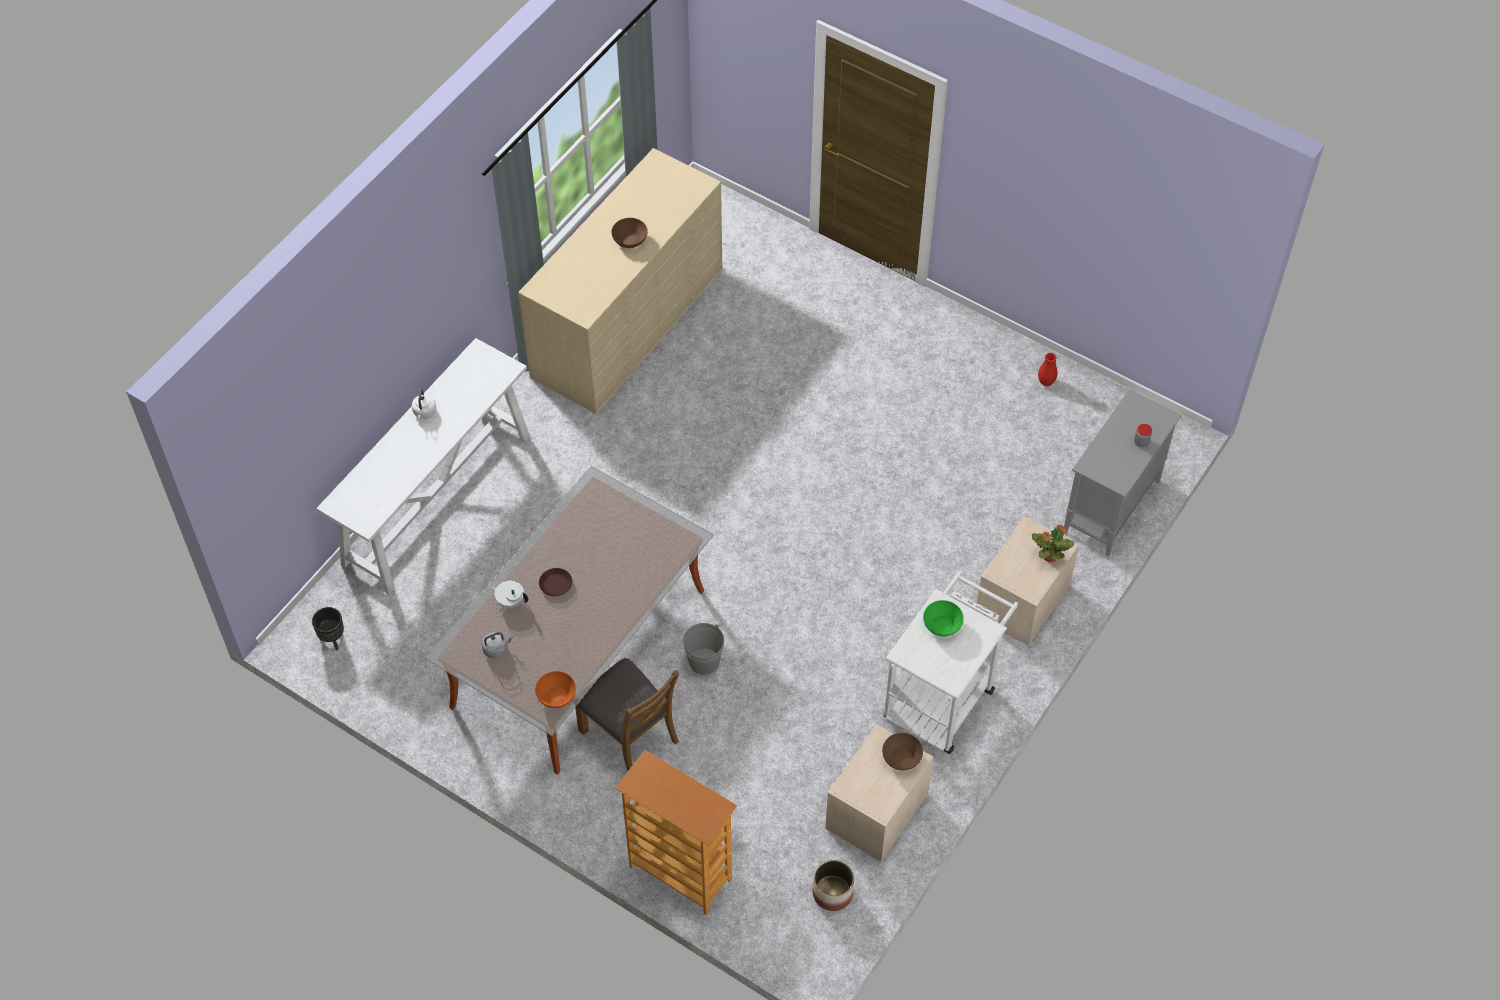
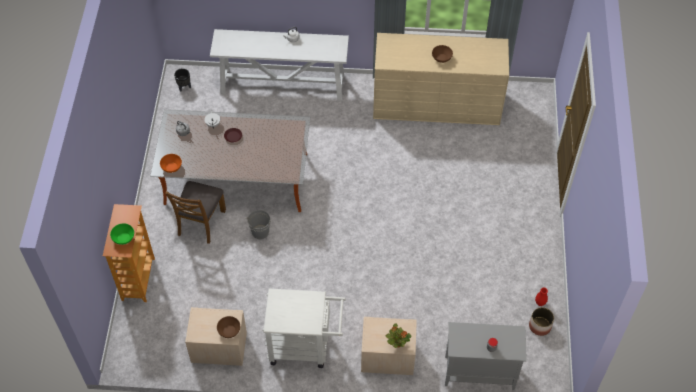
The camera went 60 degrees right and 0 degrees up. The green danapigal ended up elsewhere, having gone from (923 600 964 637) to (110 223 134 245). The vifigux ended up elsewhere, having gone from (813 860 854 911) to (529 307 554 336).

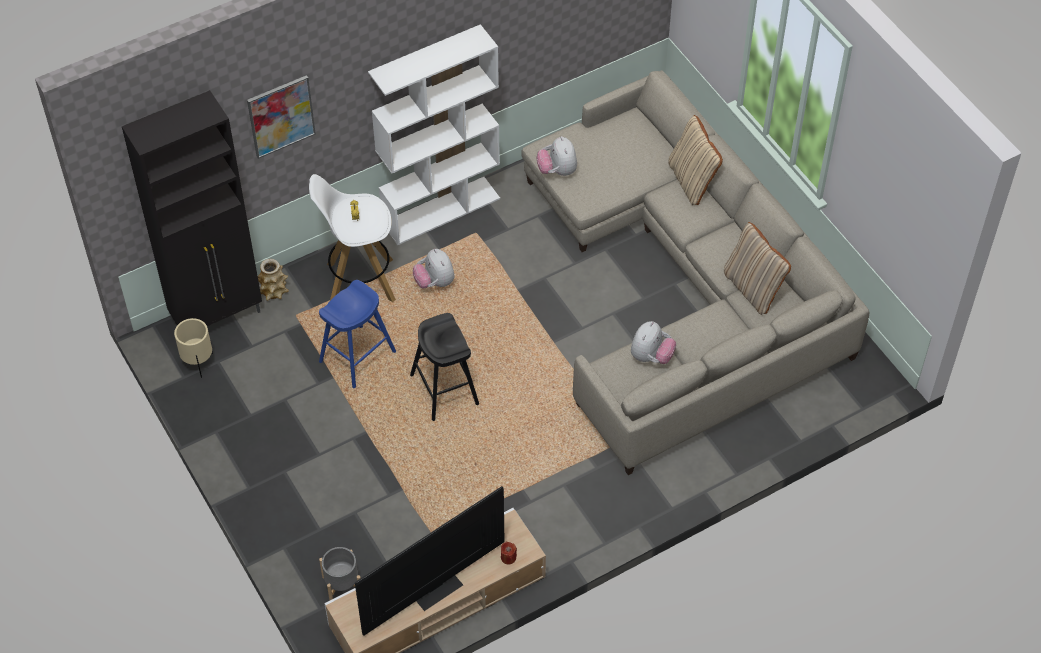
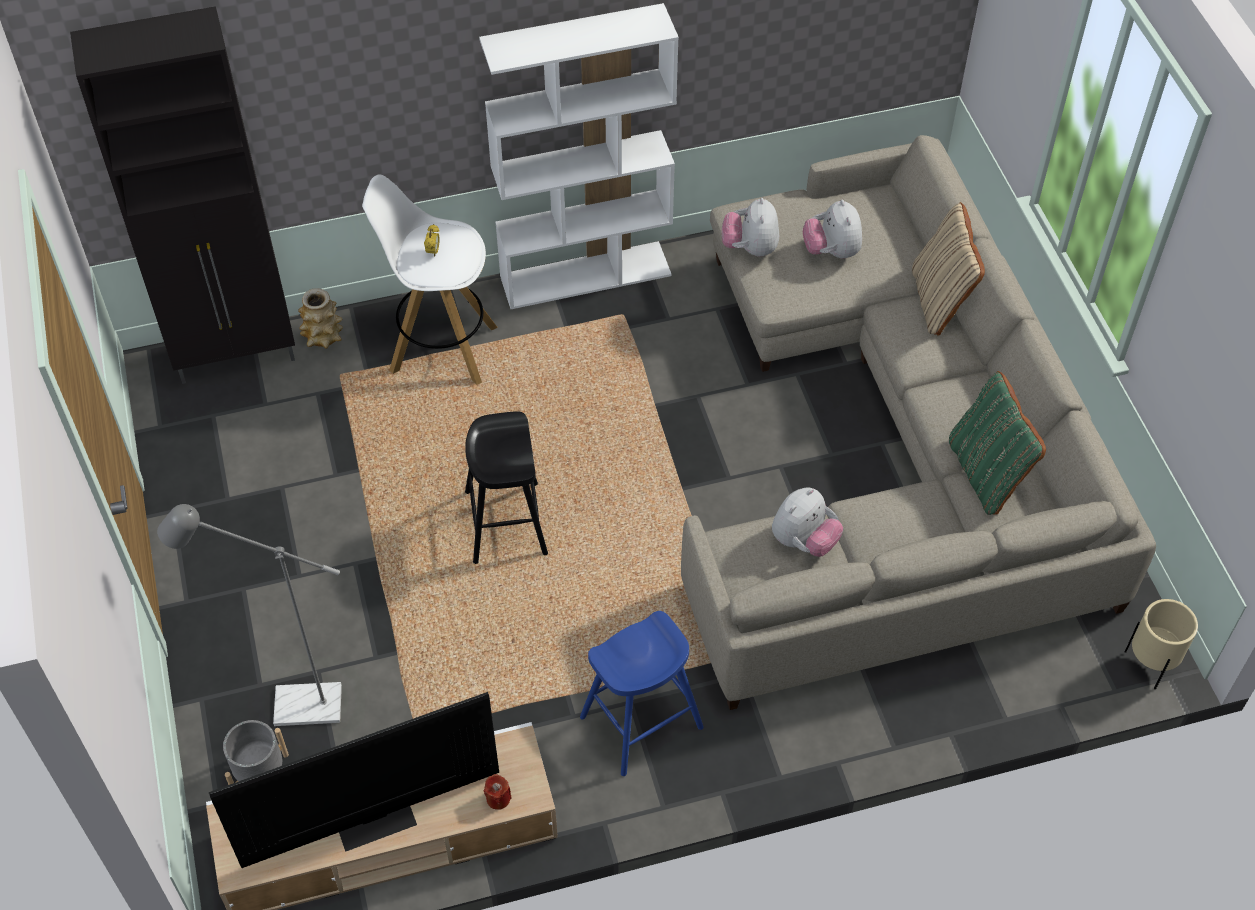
The camera went 15 degrees right and 0 degrees up. The second view gained the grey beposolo at (157 504 342 726). The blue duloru ended up elsewhere, having gone from (319 280 396 388) to (580 611 704 776). The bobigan ended up elsewhere, having gone from (413 249 454 288) to (803 200 862 259). What was the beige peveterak at (724 222 791 315) turned into the green peveterak at (949 371 1046 515). The beige vifigux ended up elsewhere, having gone from (174 318 213 378) to (1125 599 1198 689). The second view lost the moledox at (247 75 316 159).

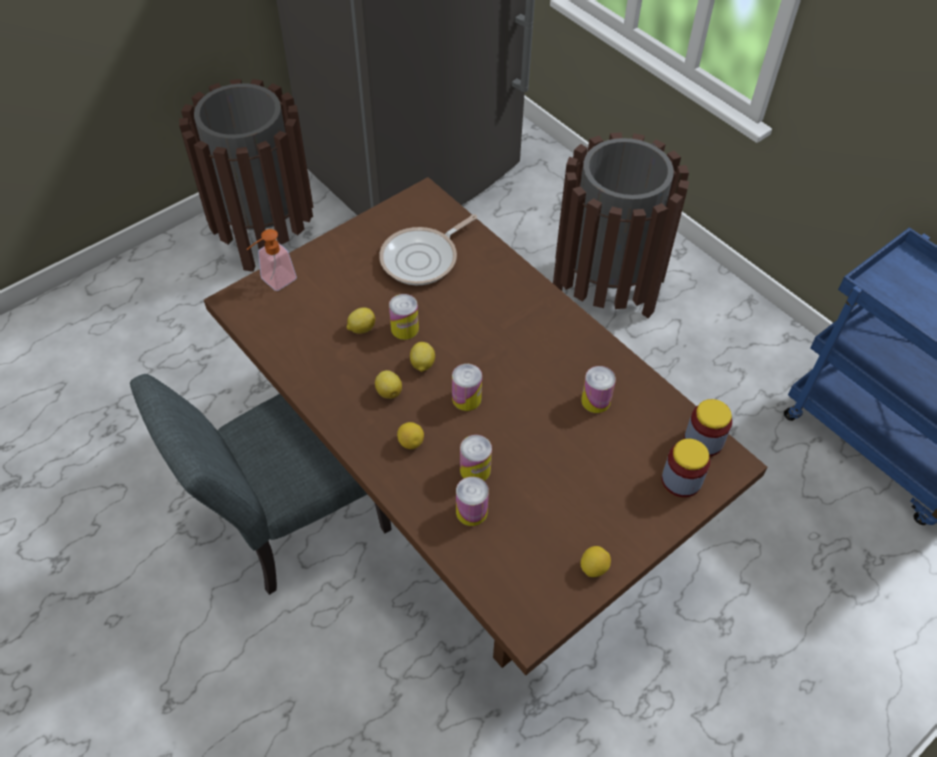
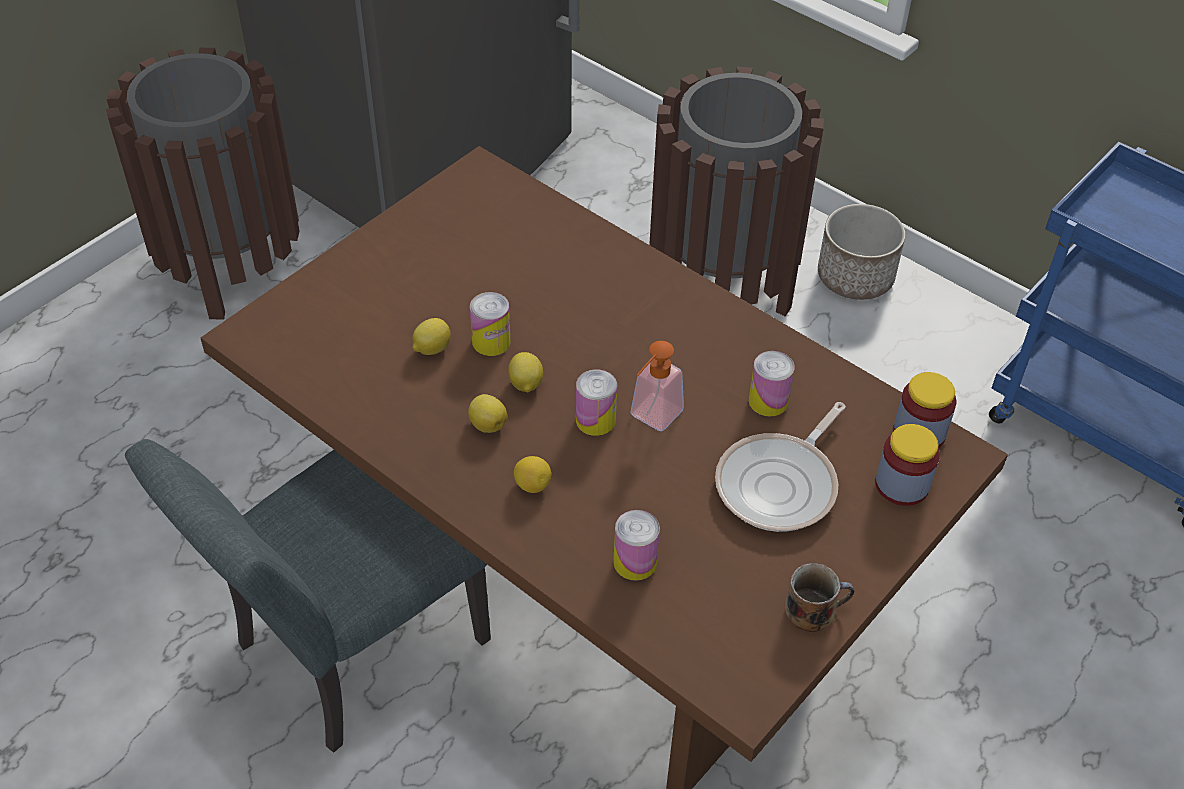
The camera went 10 degrees left and 5 degrees down. The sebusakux ended up elsewhere, having gone from (247 229 297 291) to (630 341 684 431). The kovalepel ended up elsewhere, having gone from (379 214 477 285) to (715 402 846 532). Where the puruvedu stood at (581 546 611 577), the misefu came to stand at (785 563 855 632). The second view gained the vifigux at (818 204 905 300). The second view lost the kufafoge at (460 435 492 481).

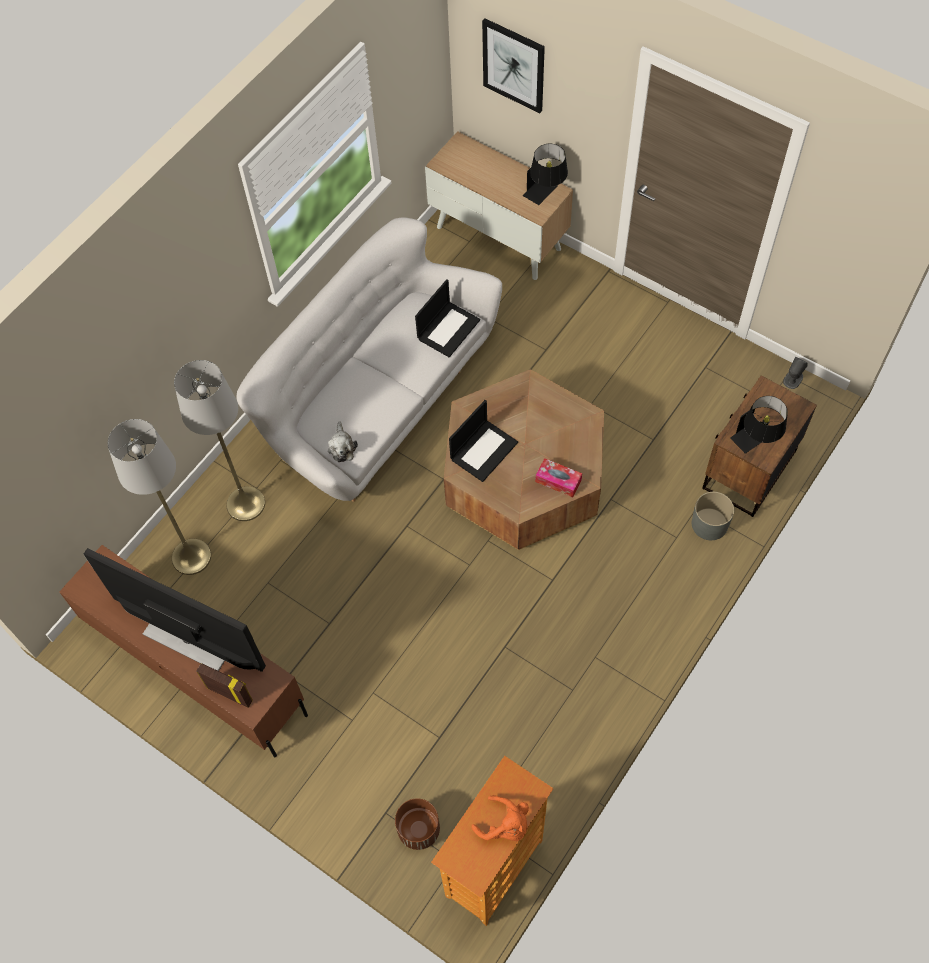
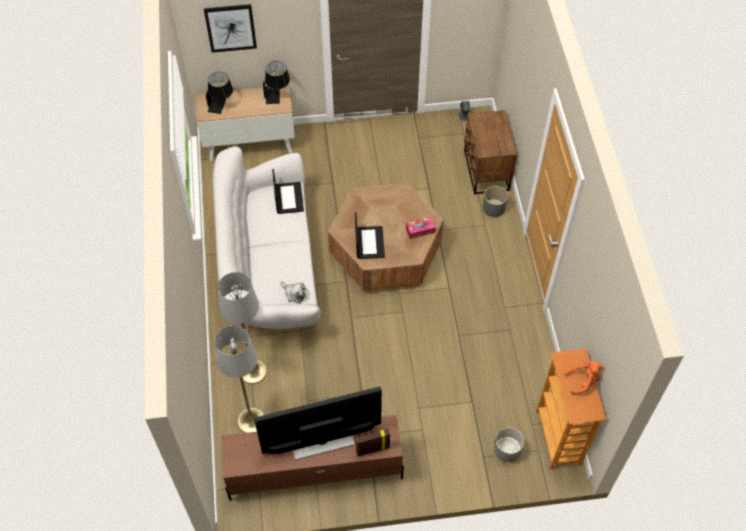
The camera went 45 degrees left and 5 degrees down. The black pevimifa ended up elsewhere, having gone from (730 396 788 454) to (206 72 233 114). What was the brown vifigux at (395 798 440 850) turned into the grey vifigux at (494 428 524 462).

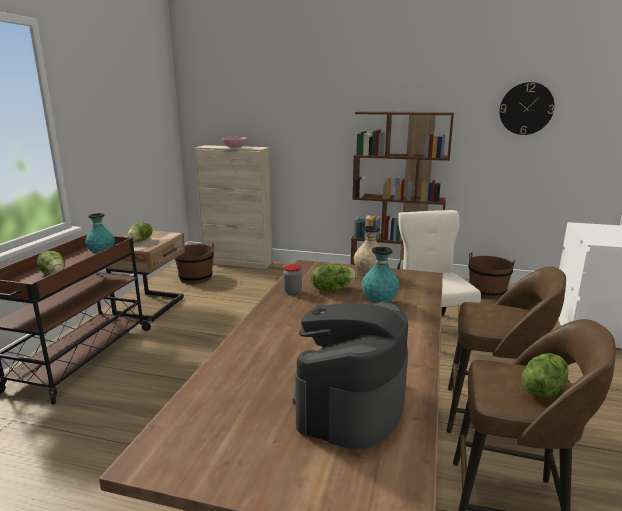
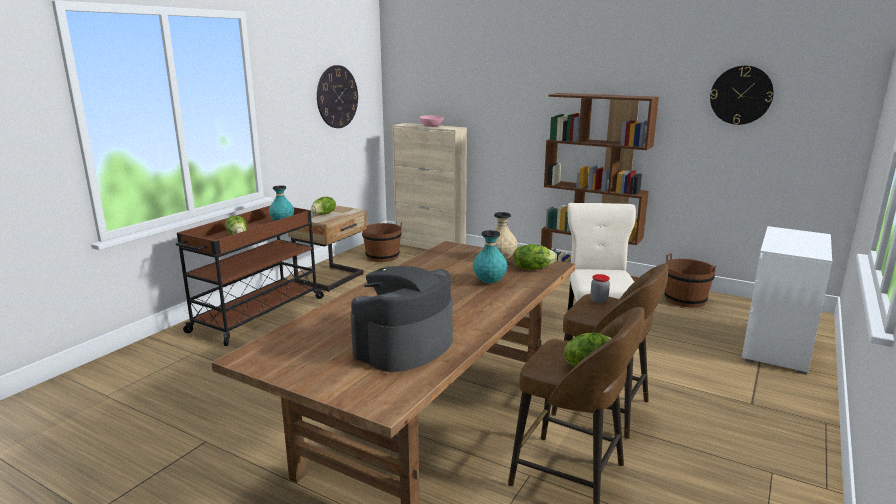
The camera went 15 degrees right and 0 degrees up. The second view gained the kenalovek at (317 65 358 128). The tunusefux ended up elsewhere, having gone from (311 263 357 291) to (514 244 557 270). The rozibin ended up elsewhere, having gone from (283 264 302 294) to (590 274 610 303).

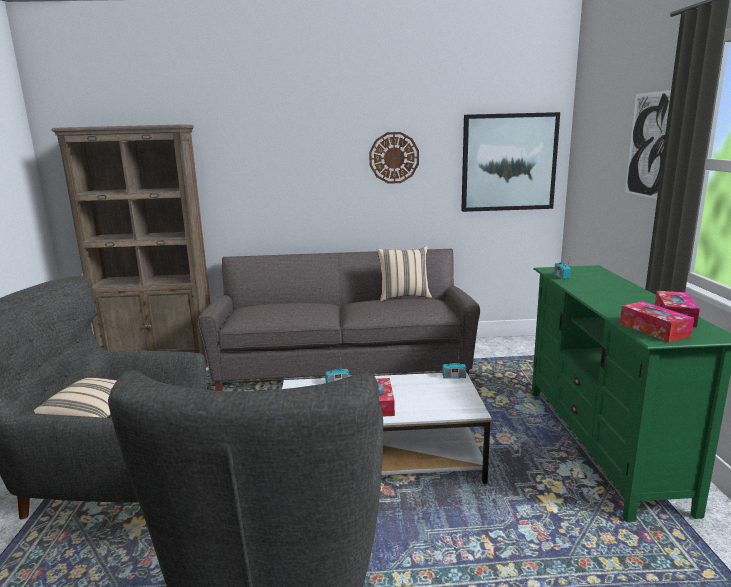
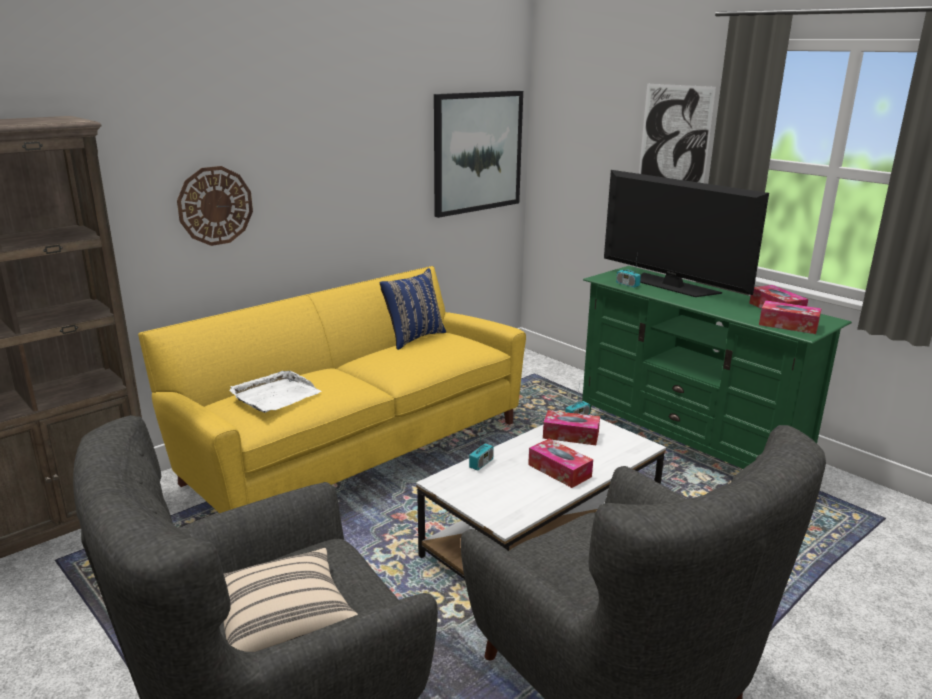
The camera went 40 degrees left and 5 degrees up. What was the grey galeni at (198 249 480 391) turned into the yellow galeni at (138 266 526 513). The kenalovek ended up elsewhere, having gone from (369 132 419 184) to (177 166 253 246). The second view gained the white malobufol at (229 371 321 413). What was the beige peveterak at (377 246 432 301) turned into the blue peveterak at (379 268 446 350). The second view gained the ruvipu at (543 410 600 445). The second view gained the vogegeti at (604 170 769 297).

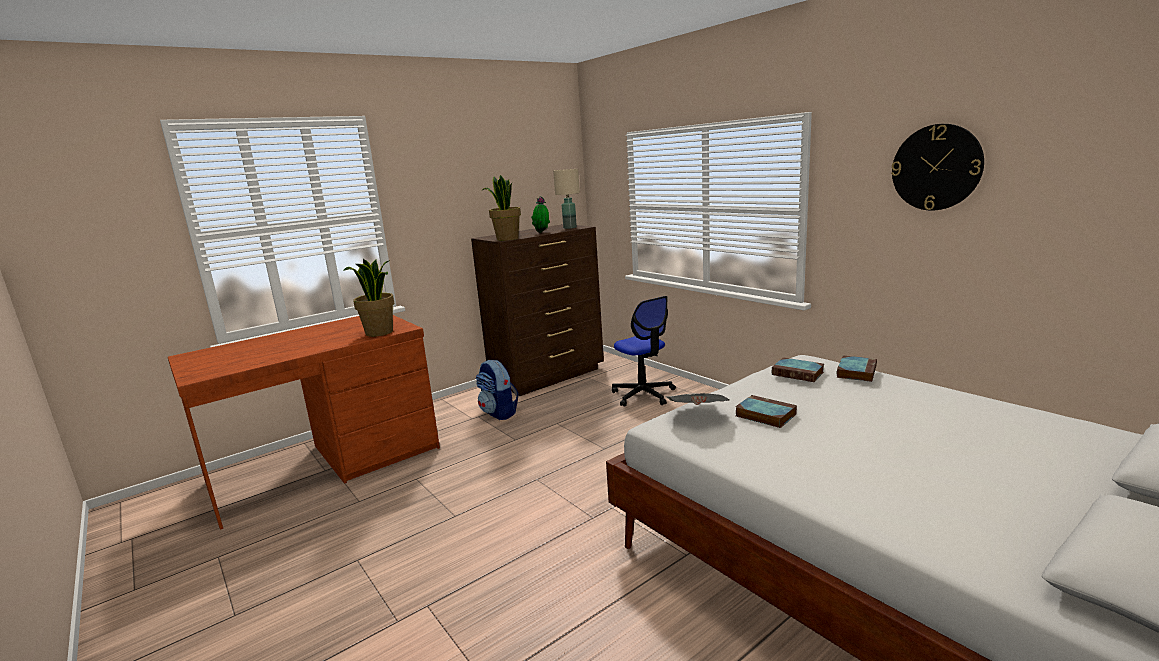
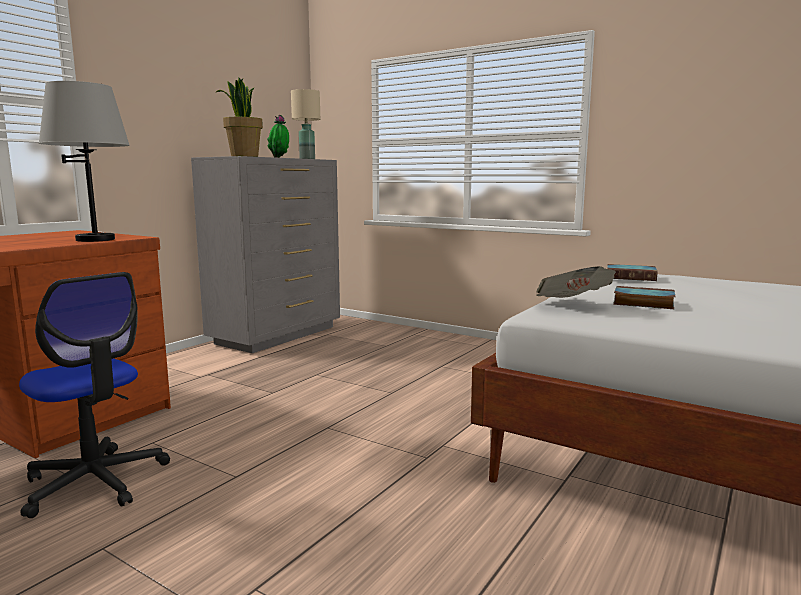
The camera went 20 degrees left and 5 degrees down. The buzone ended up elsewhere, having gone from (612 296 676 407) to (19 272 170 518). Where the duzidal stood at (343 259 394 337), the grey pevimifa came to stand at (39 81 130 242). What was the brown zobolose at (471 224 604 396) turned into the grey zobolose at (191 156 340 353). The second view lost the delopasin at (476 360 518 420). The second view lost the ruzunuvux at (836 355 877 382). The second view lost the kenalovek at (891 124 984 211).

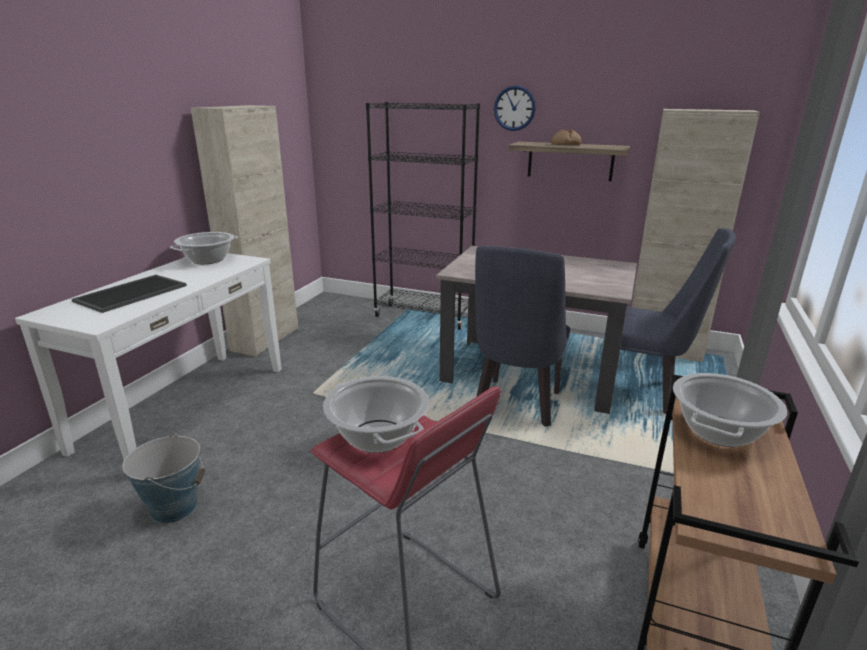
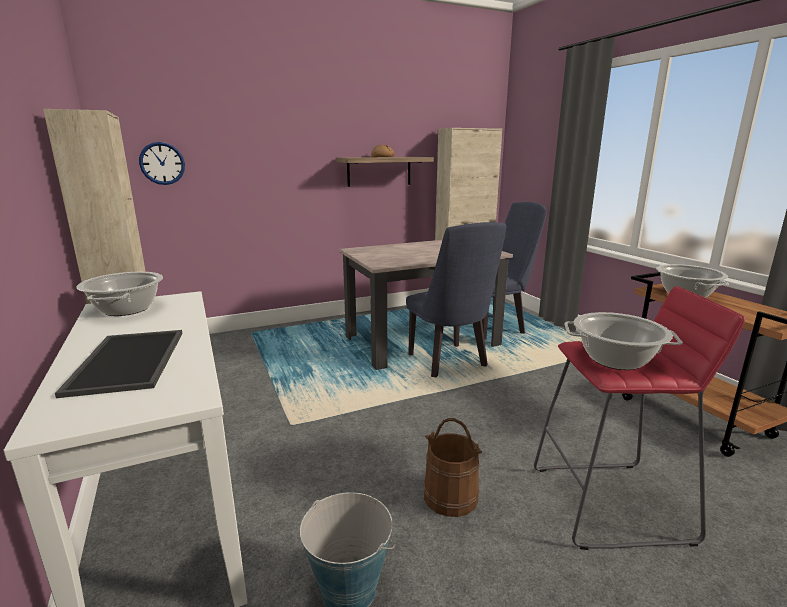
The camera went 45 degrees left and 5 degrees down. The kenalovek ended up elsewhere, having gone from (494 85 536 131) to (139 142 185 185). The second view gained the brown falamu at (424 418 483 517). The second view lost the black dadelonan at (366 102 480 330).

